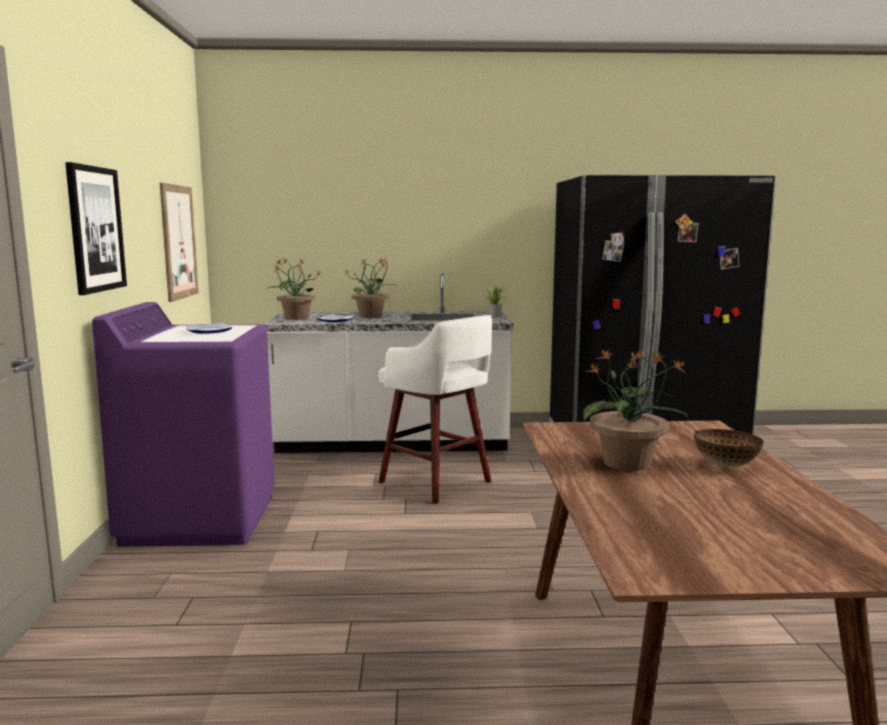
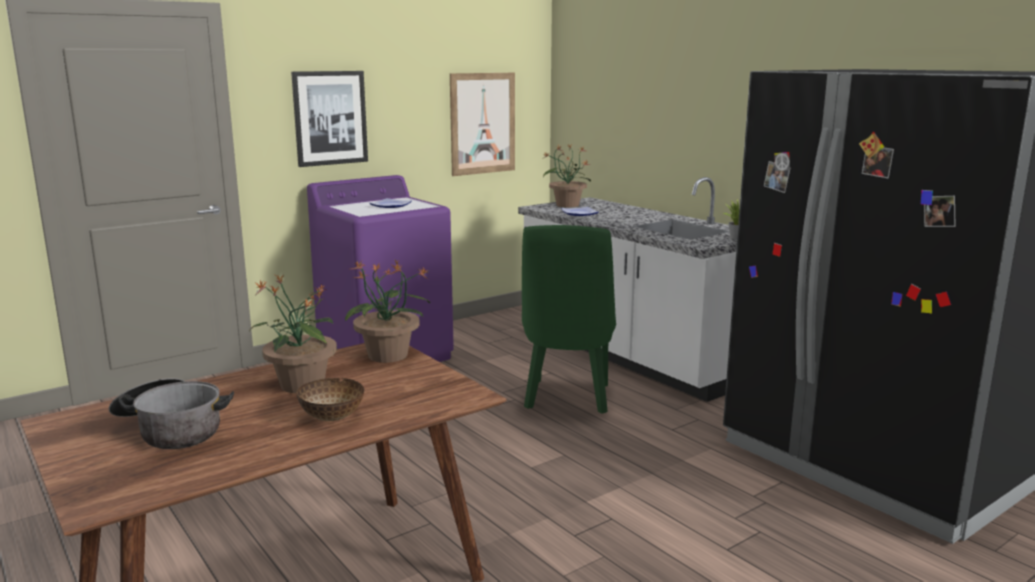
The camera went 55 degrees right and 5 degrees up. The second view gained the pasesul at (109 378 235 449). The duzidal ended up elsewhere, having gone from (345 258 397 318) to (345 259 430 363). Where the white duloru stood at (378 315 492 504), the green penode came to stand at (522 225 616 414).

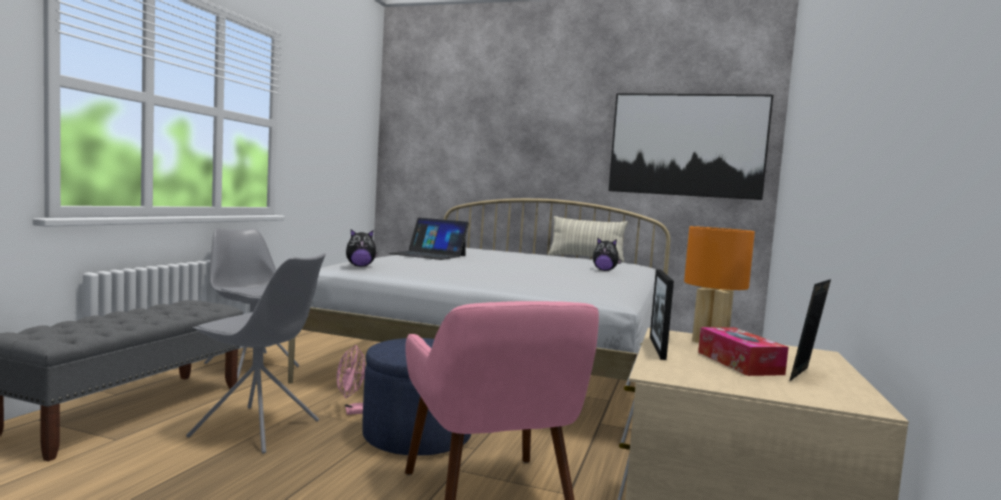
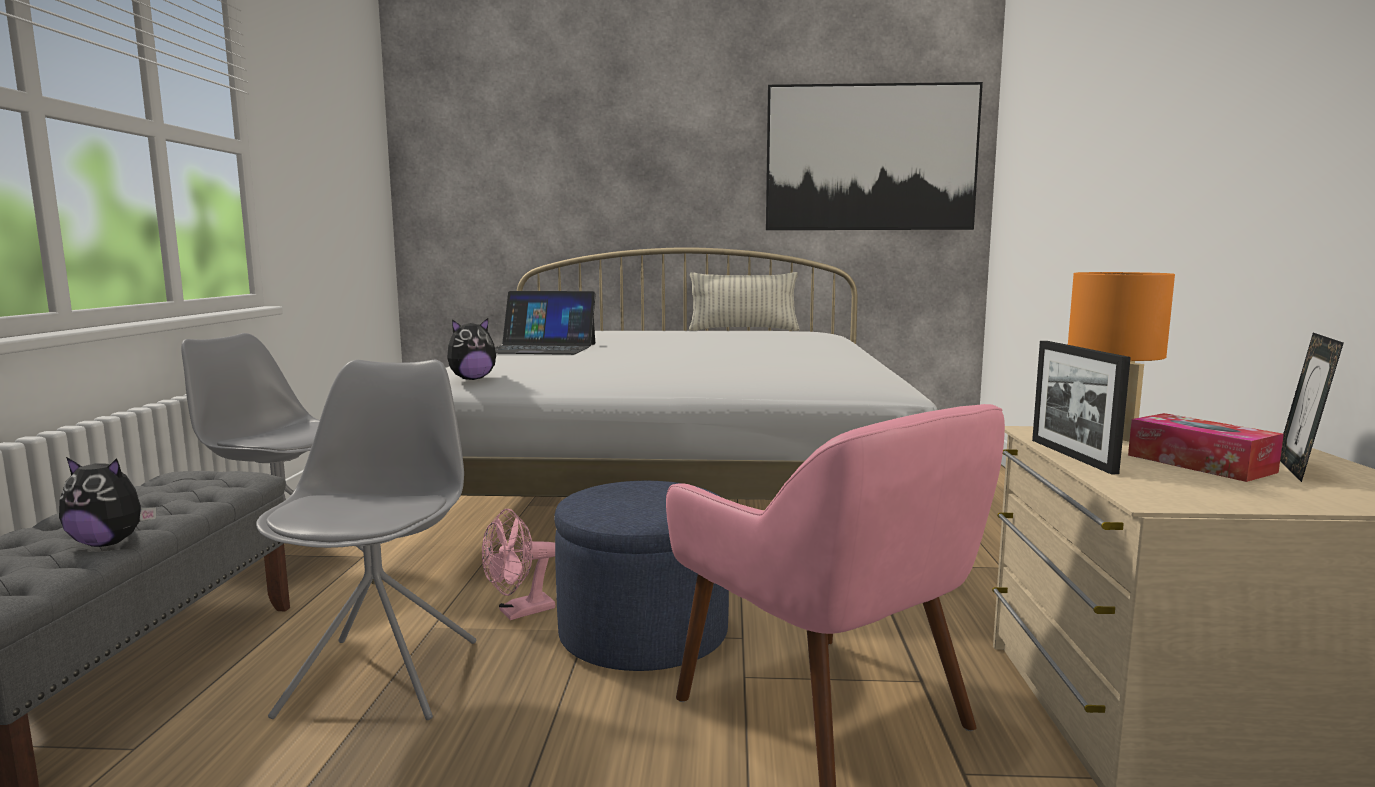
The camera went 15 degrees left and 5 degrees up. The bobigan ended up elsewhere, having gone from (593 238 622 271) to (59 457 156 547). The grey penode at (186 253 326 454) ended up facing another way, 90 degrees counterclockwise from before.

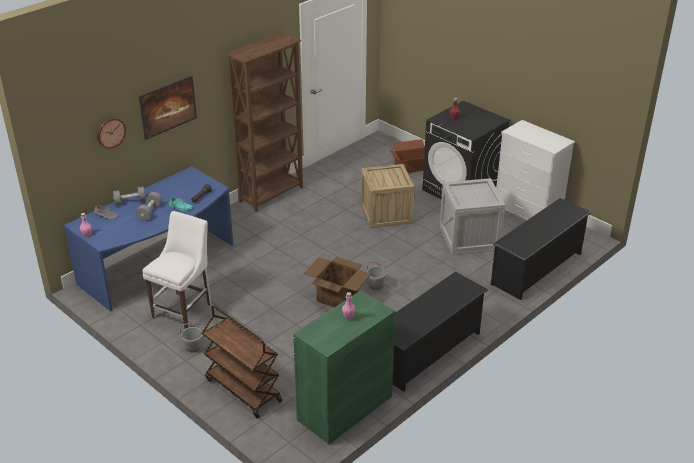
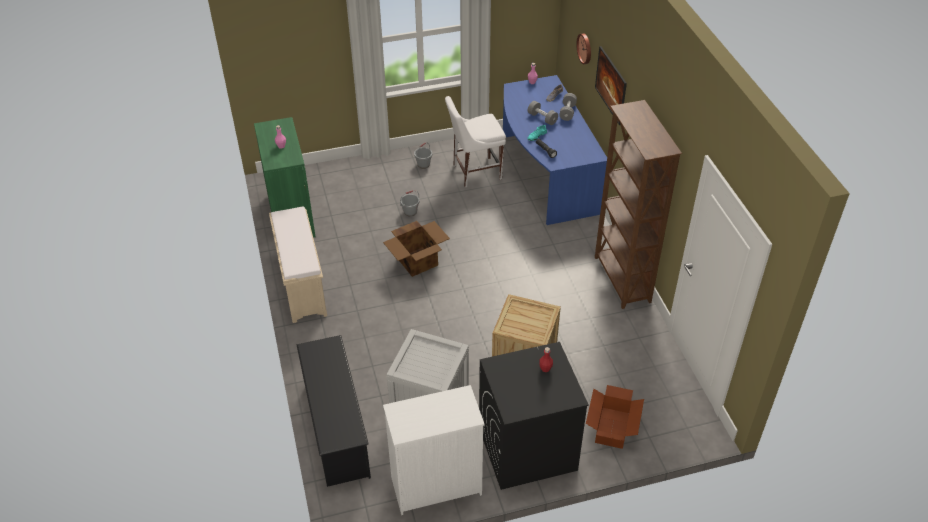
The camera went 120 degrees right and 10 degrees up. Where the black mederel stood at (393 272 488 392), the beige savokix came to stand at (269 206 327 323). The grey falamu ended up elsewhere, having gone from (366 261 386 290) to (400 190 419 217). The white penode at (143 211 211 329) ended up facing another way, 105 degrees clockwise from before. The second view lost the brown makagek at (202 305 282 418).

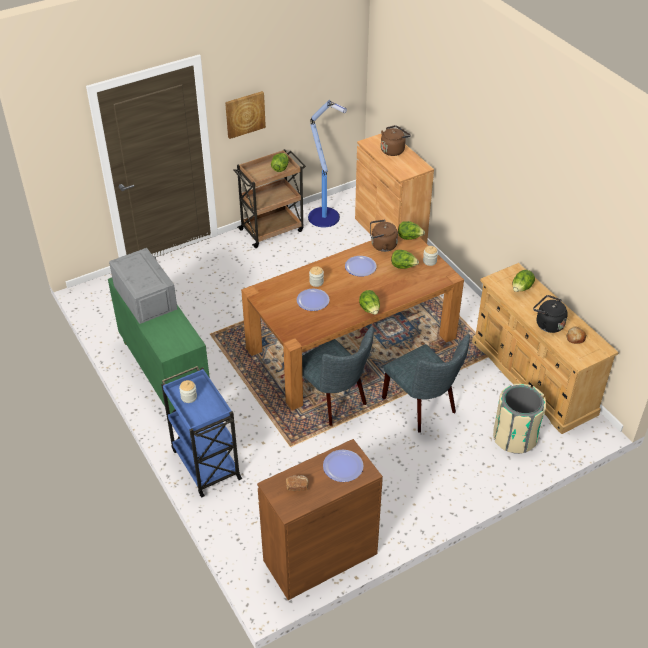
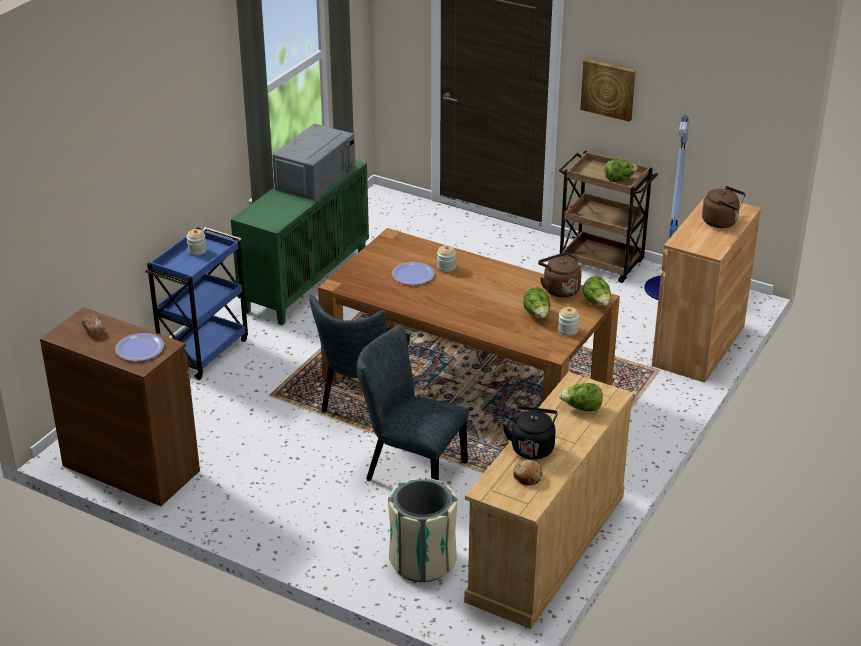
The camera went 60 degrees right and 10 degrees down. The grey penode at (382 334 470 433) ended up facing another way, 90 degrees clockwise from before. The second view lost the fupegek at (345 256 377 277). The second view lost the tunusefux at (359 290 380 315).

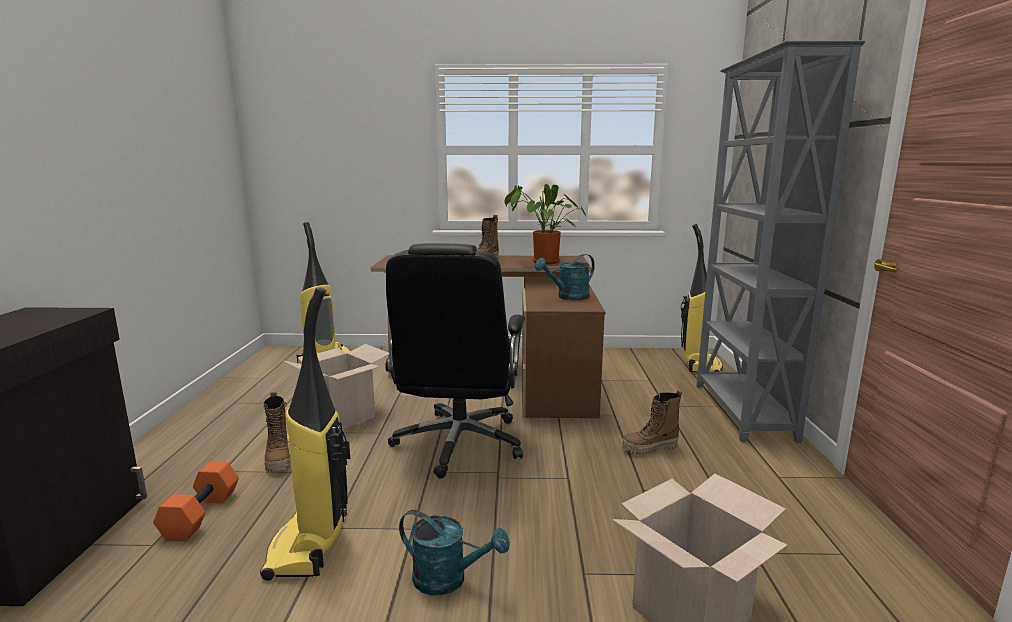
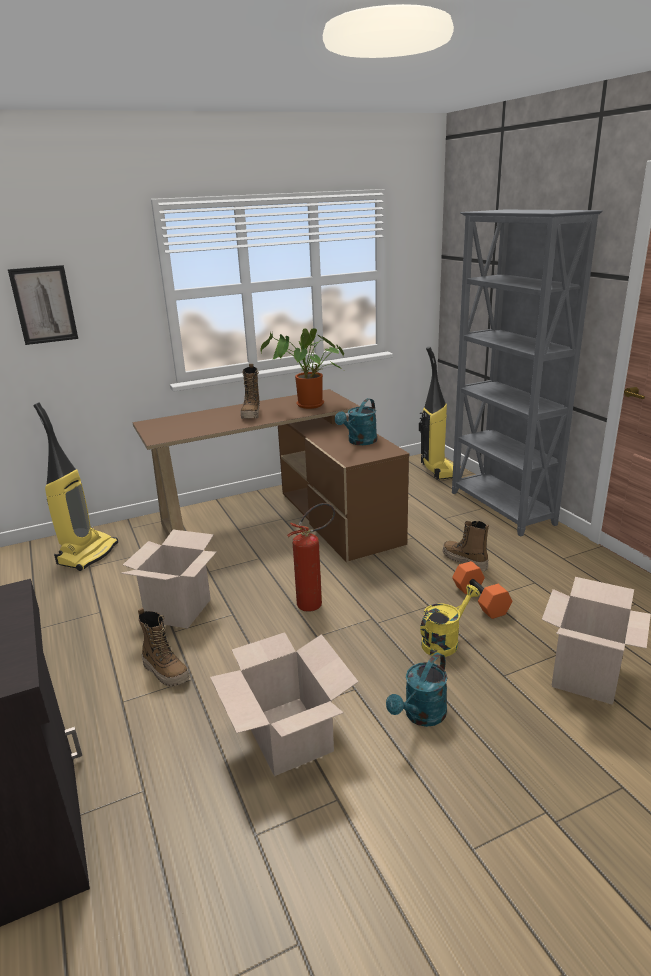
The camera went 25 degrees left and 10 degrees up. The second view gained the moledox at (8 265 78 345). Where the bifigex stood at (260 287 350 581), the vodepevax came to stand at (210 632 358 776). Where the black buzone stood at (385 243 525 478), the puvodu came to stand at (287 503 335 612). The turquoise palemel at (399 510 510 595) ended up facing another way, 135 degrees clockwise from before. The second view gained the yellow palemel at (420 585 480 657). The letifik at (622 390 682 455) ended up facing another way, 90 degrees clockwise from before. The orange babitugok ended up elsewhere, having gone from (153 462 239 541) to (452 561 512 619).

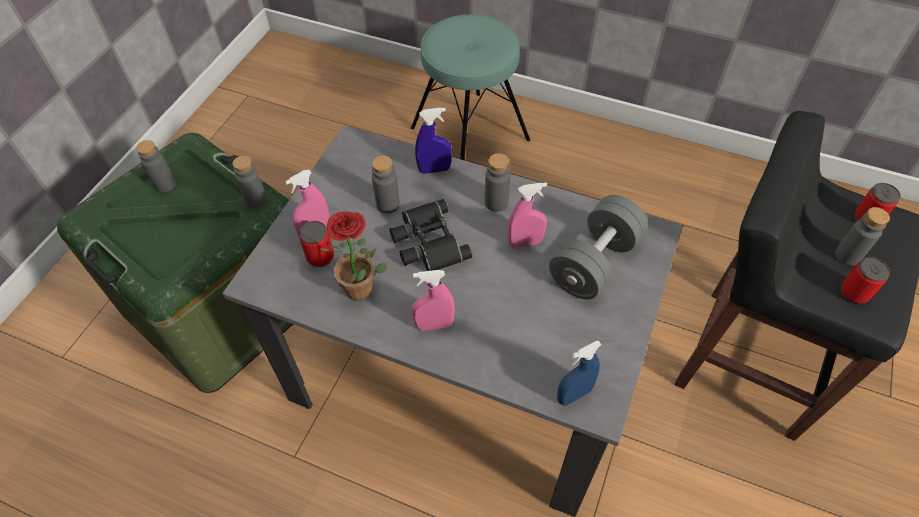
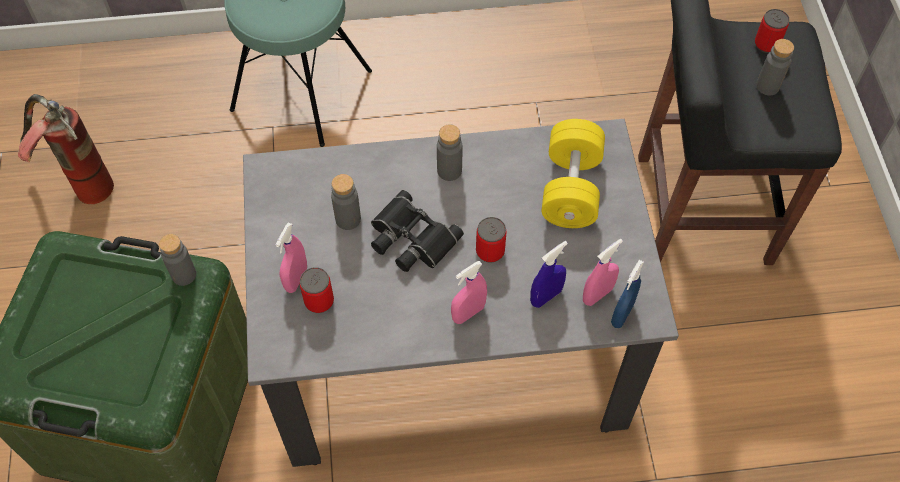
The camera went 30 degrees left and 5 degrees up. The second view gained the puvodu at (18 94 114 204). The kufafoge ended up elsewhere, having gone from (841 257 890 304) to (476 217 507 263). The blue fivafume ended up elsewhere, having gone from (415 107 452 174) to (530 241 568 308). What was the grey babitugok at (549 195 648 299) turned into the yellow babitugok at (541 119 605 228). The pink fivafume ended up elsewhere, having gone from (507 182 547 248) to (583 239 623 306). The second view lost the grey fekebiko at (136 140 176 192). The second view lost the duzidal at (320 211 387 301).

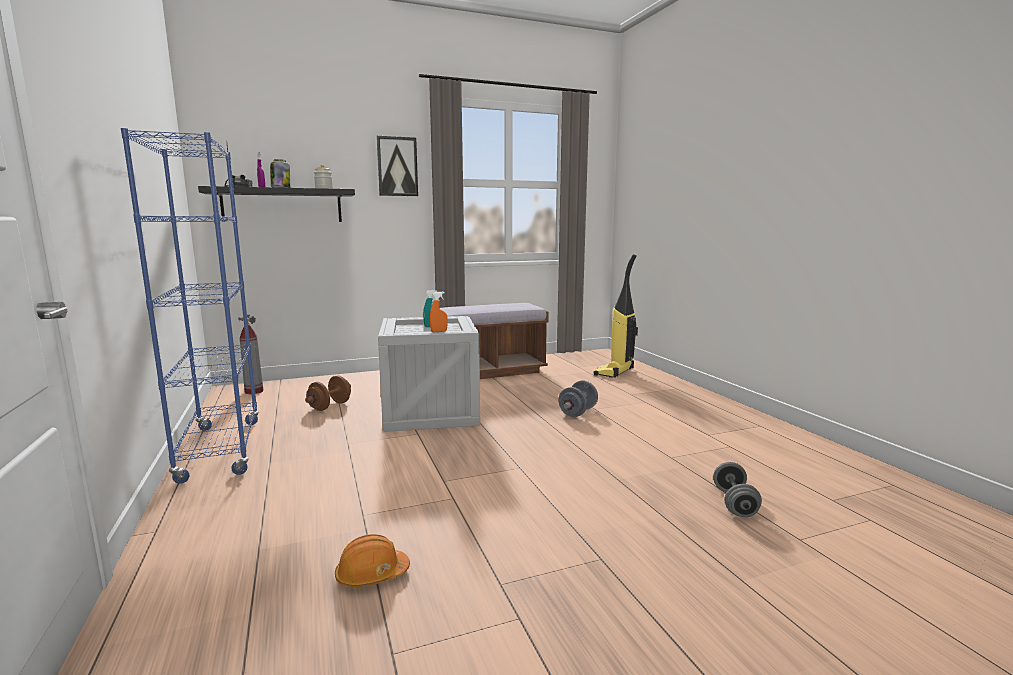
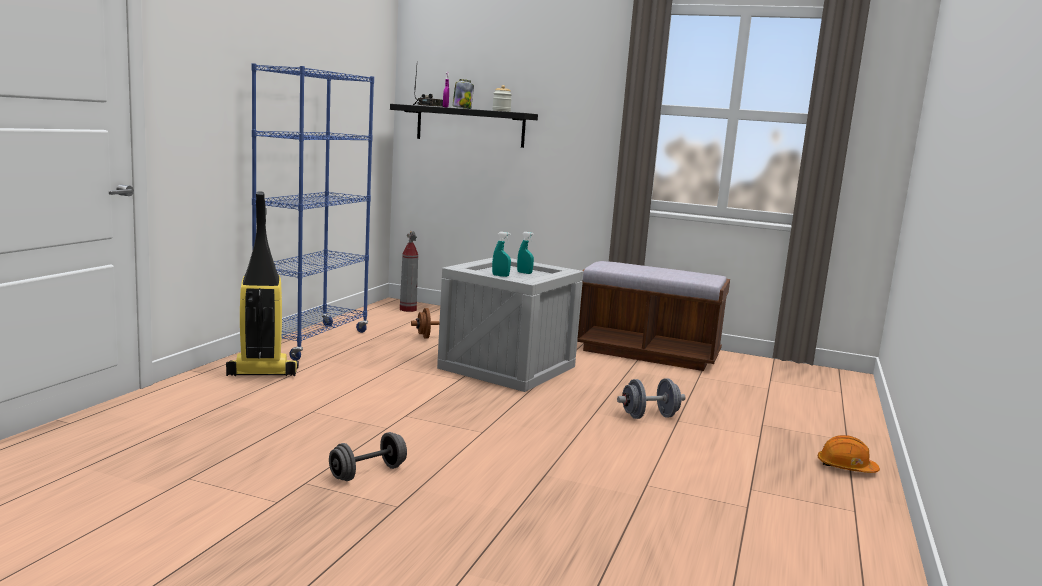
The camera went 40 degrees right and 0 degrees up. The bifigex ended up elsewhere, having gone from (593 254 638 378) to (226 191 299 376). The grey babitugok ended up elsewhere, having gone from (713 462 762 517) to (329 432 407 481). What was the orange fivafume at (430 292 448 332) turned into the turquoise fivafume at (492 232 511 277). The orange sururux ended up elsewhere, having gone from (335 534 410 587) to (818 435 880 473). The second view lost the moledox at (376 136 418 196).

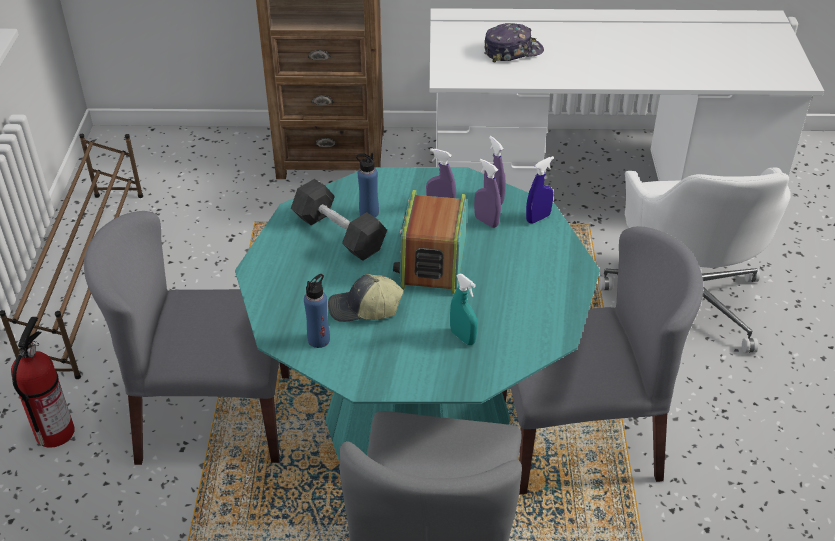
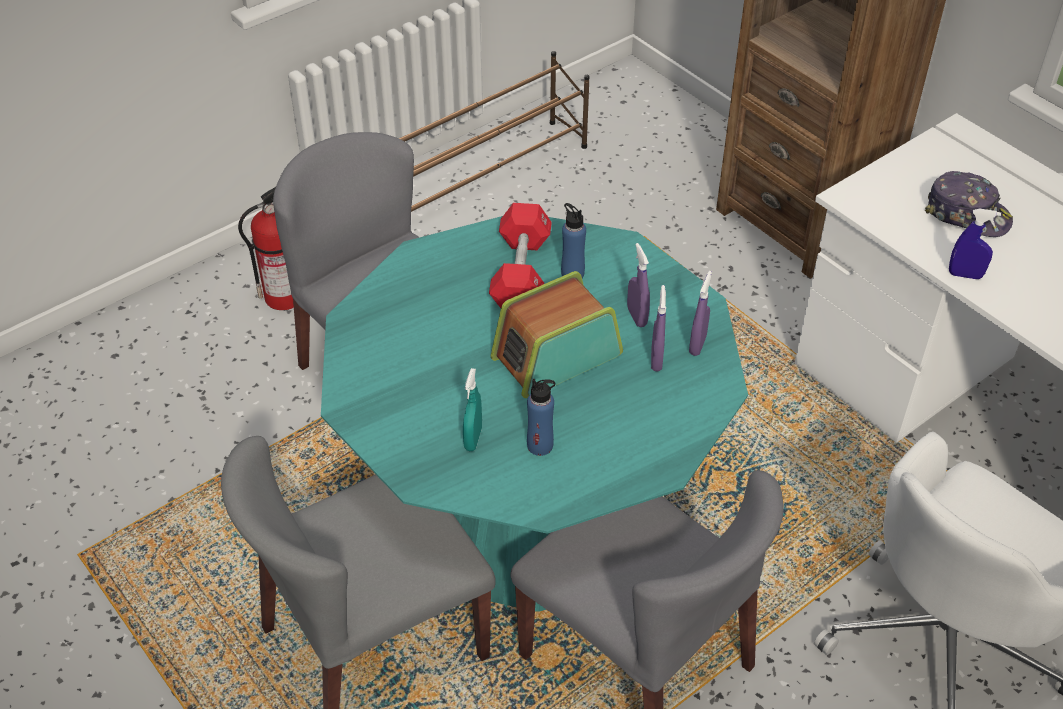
The camera went 50 degrees right and 5 degrees up. What was the black babitugok at (291 179 387 261) turned into the red babitugok at (489 203 552 308). The blue fekebiko ended up elsewhere, having gone from (304 274 330 348) to (527 379 556 456). The blue fivafume ended up elsewhere, having gone from (526 156 554 223) to (949 208 1001 279). The second view lost the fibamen at (328 274 403 322).

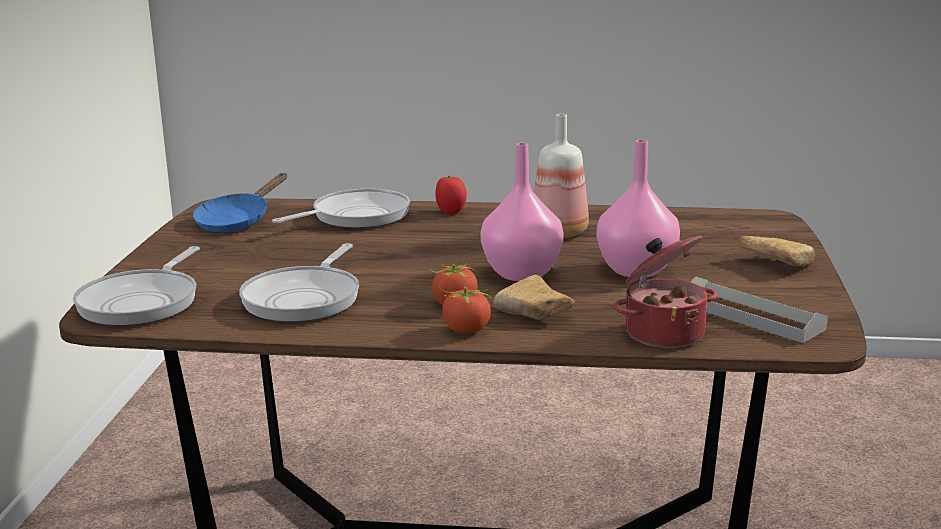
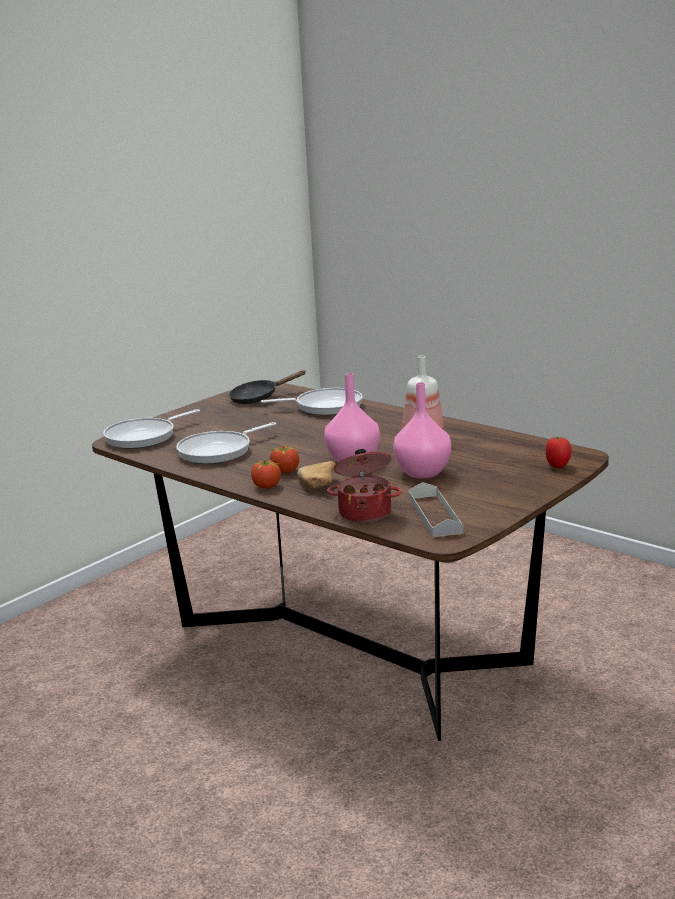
The camera went 35 degrees right and 0 degrees up. What was the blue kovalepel at (193 173 287 232) turned into the black kovalepel at (229 370 306 404). The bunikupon ended up elsewhere, having gone from (435 176 467 214) to (546 437 572 468). The second view lost the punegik at (737 236 815 266).

